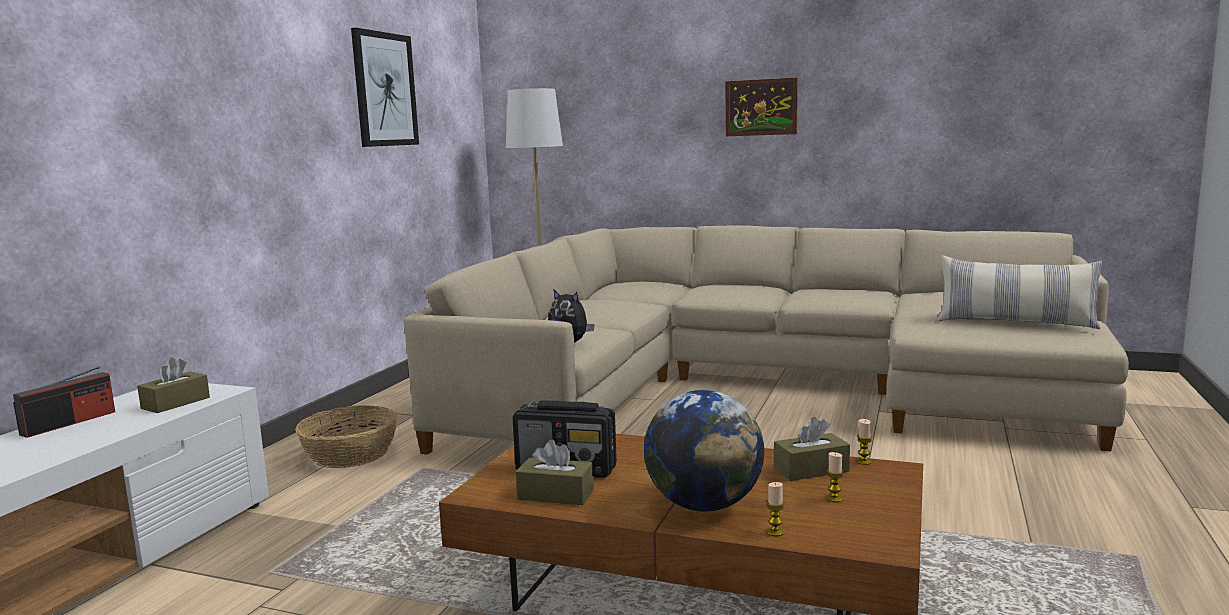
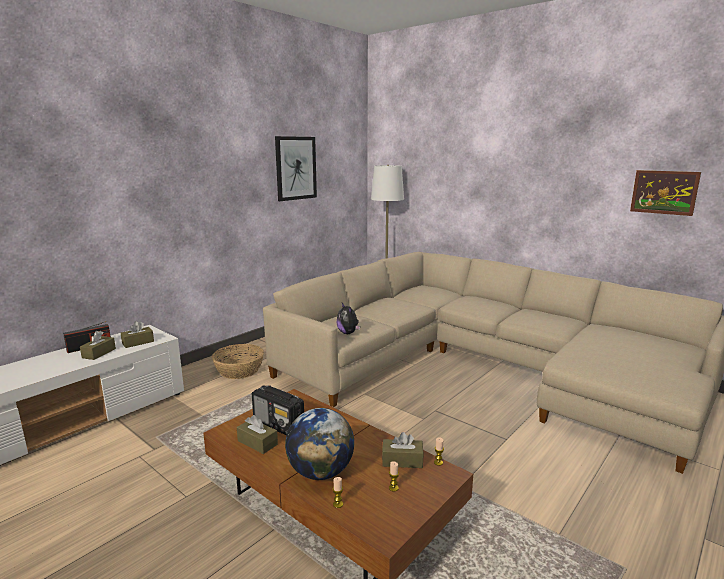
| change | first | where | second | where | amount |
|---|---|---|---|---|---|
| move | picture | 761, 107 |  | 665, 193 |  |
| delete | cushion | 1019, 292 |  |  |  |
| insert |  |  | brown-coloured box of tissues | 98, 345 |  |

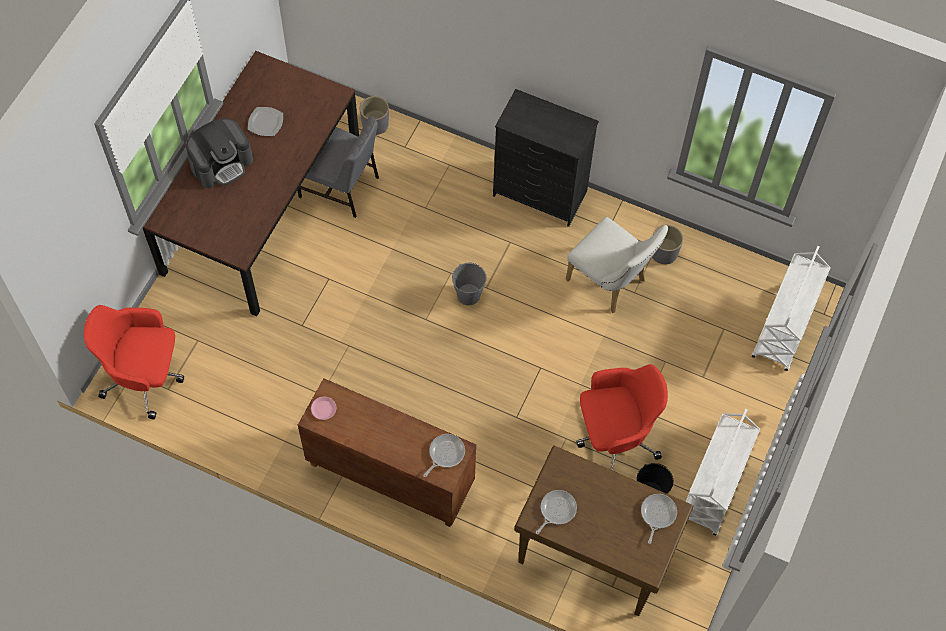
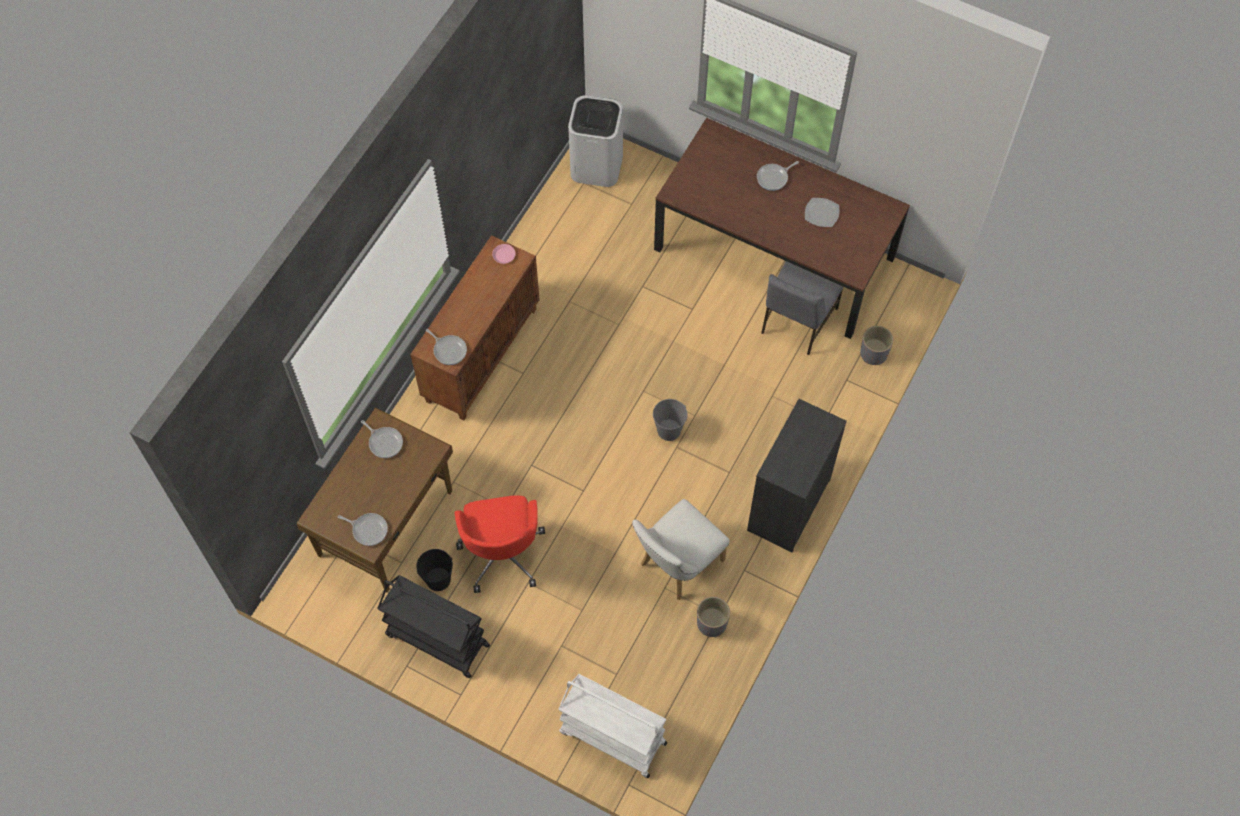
| change | first | where | second | where | amount |
|---|---|---|---|---|---|
| replace | red office chair | 134, 362 | whitish trash can | 595, 141 |  |
| replace | coffee brewer | 219, 153 | pan | 778, 176 |  |
| recolor | whitish trolley | 723, 472 | black-coloured trolley | 433, 626 |  |

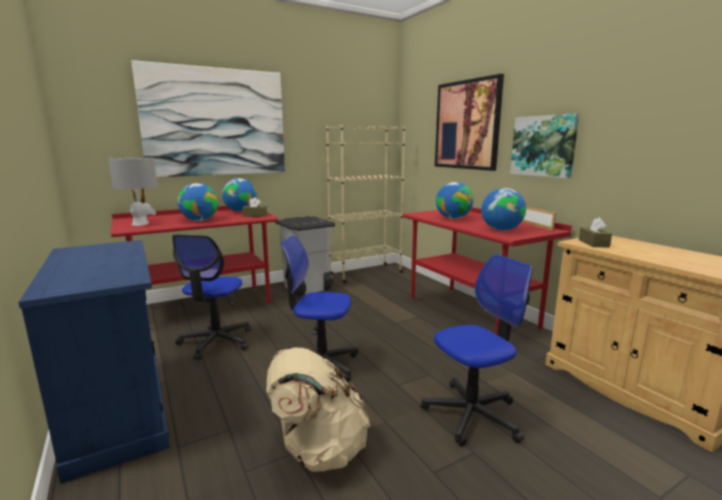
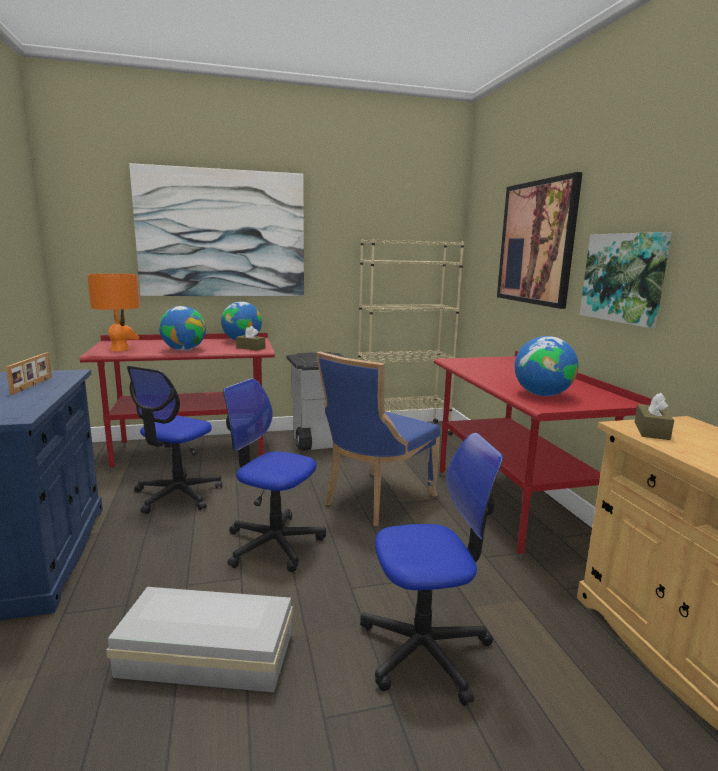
| change | first | where | second | where | amount |
|---|---|---|---|---|---|
| recolor | grey tabletop lamp | 133, 192 | orangey tabletop lamp | 113, 312 |  |
| replace | beige-coloured backpack | 318, 409 | whitish storage bin | 199, 639 |  |
| delete | world globe | 454, 200 |  |  |  |
| move | standing frame | 539, 219 |  | 29, 374 |  |
| insert |  |  | blue-coloured upright chair | 378, 438 |  |

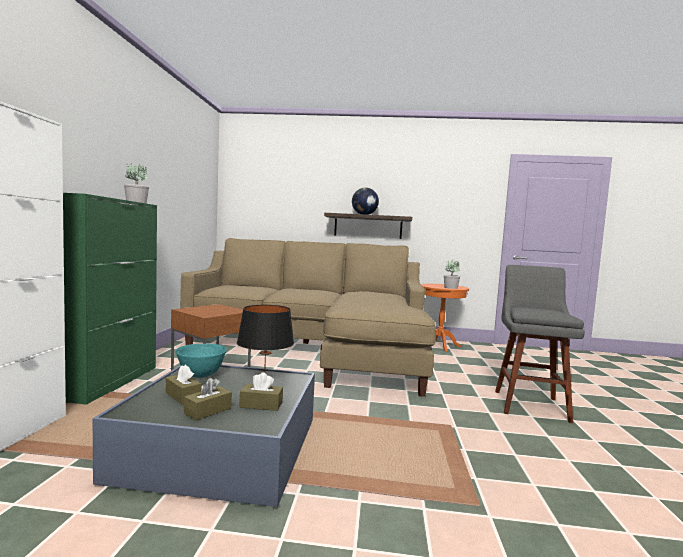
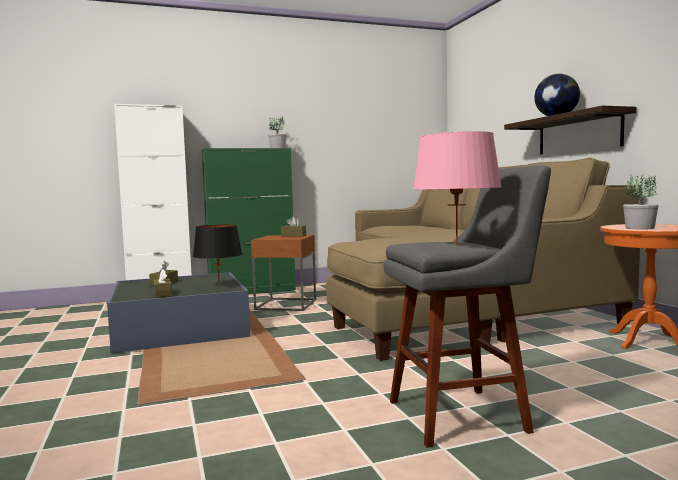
| change | first | where | second | where | amount |
|---|---|---|---|---|---|
| delete | blue-green bowl | 201, 361 |  |  |  |
| move | brown-coloured box of tissues | 208, 399 |  | 293, 226 |  |
| insert |  |  | pink-coloured tabletop lamp | 457, 188 |  |

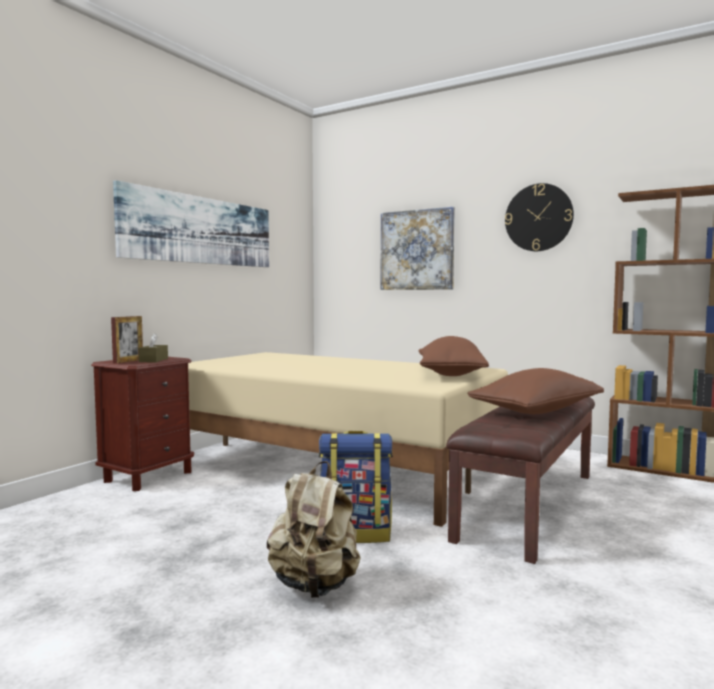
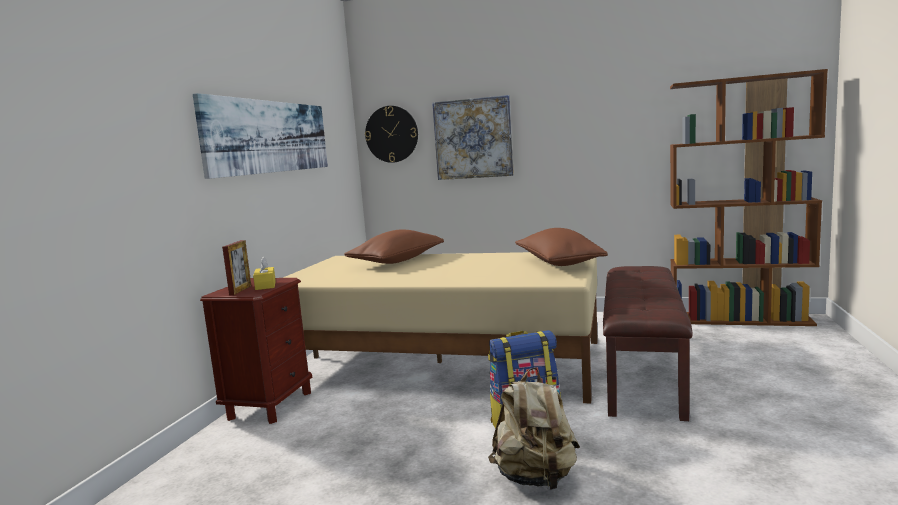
| change | first | where | second | where | amount |
|---|---|---|---|---|---|
| recolor | brown-coloured box of tissues | 153, 347 | yellow box of tissues | 264, 273 |  |
| move | brown-coloured cushion | 535, 391 |  | 394, 247 |  |
| move | hanging clock | 539, 217 |  | 391, 134 |  |

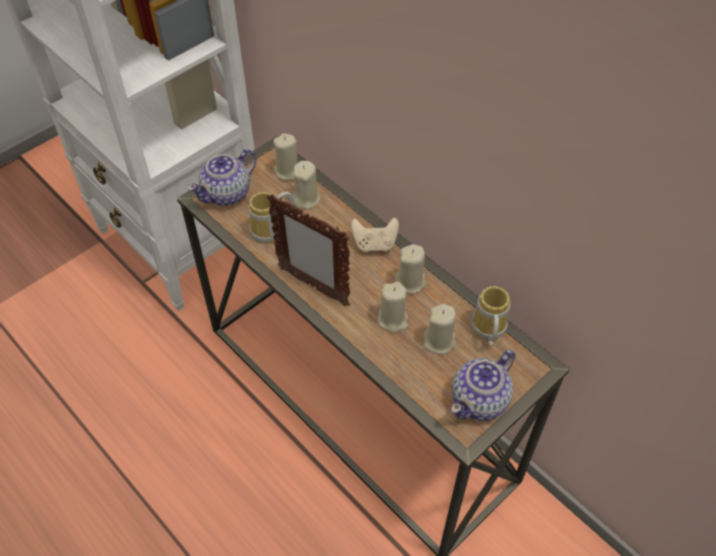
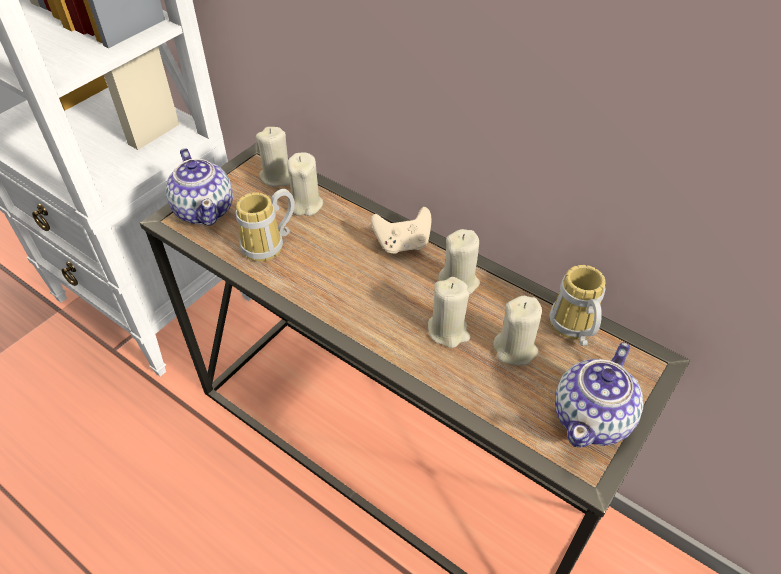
| change | first | where | second | where | amount |
|---|---|---|---|---|---|
| rotate | teapot | 222, 177 |  | 199, 187 | 60 degrees counterclockwise |
| delete | standing frame | 308, 250 |  |  |  |

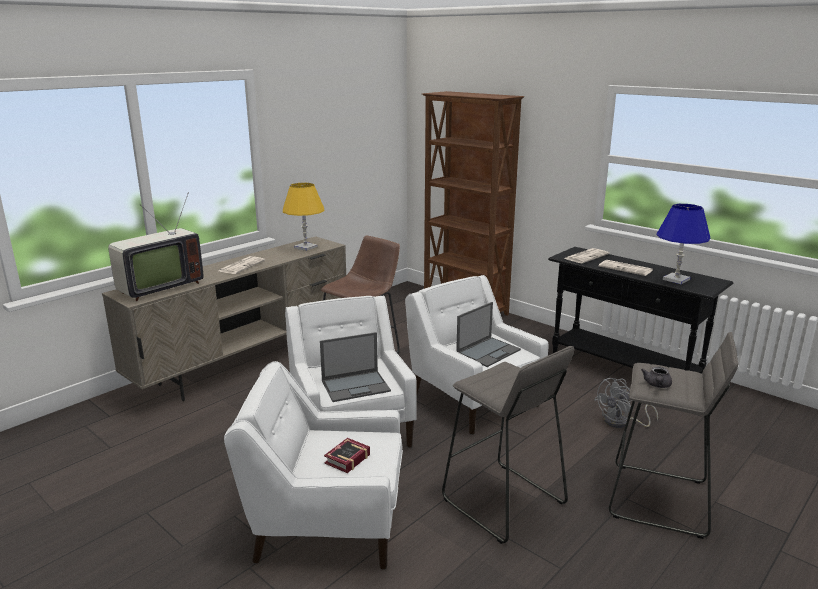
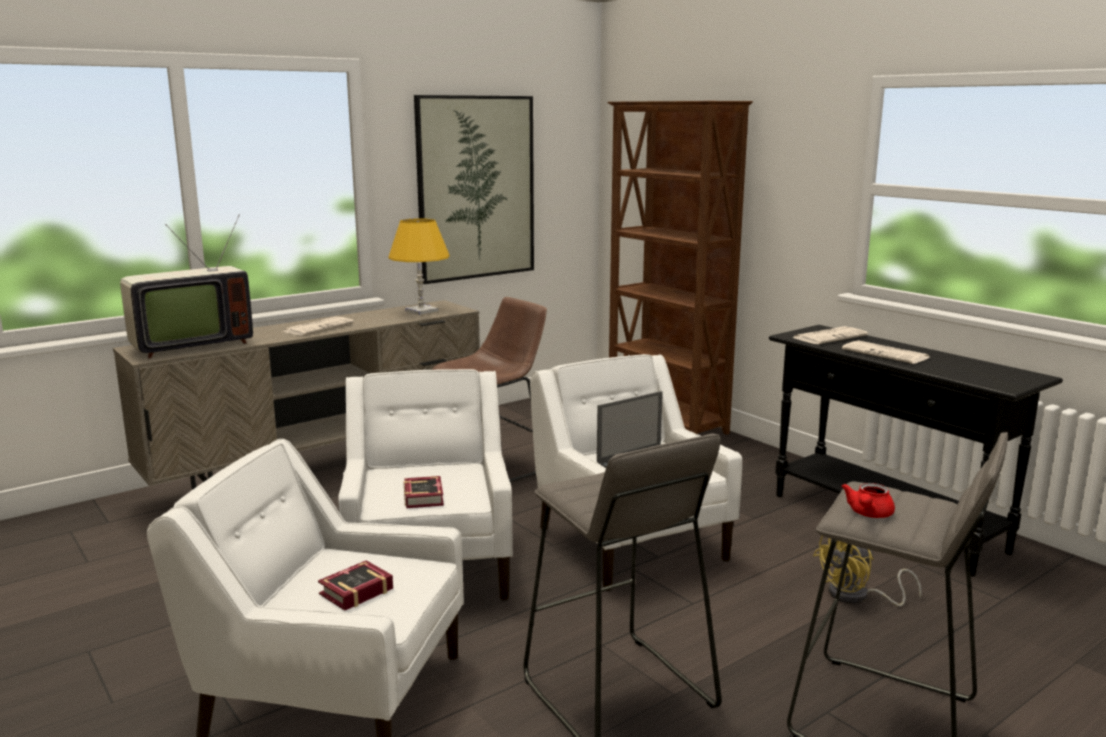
| change | first | where | second | where | amount |
|---|---|---|---|---|---|
| replace | portable computer | 355, 367 | book | 424, 492 |  |
| recolor | grey fan | 626, 403 | yellow fan | 867, 571 |  |
| recolor | grey teapot | 656, 377 | red teapot | 868, 500 |  |
| delete | blue-coloured tabletop lamp | 683, 244 |  |  |  |
| insert |  |  | picture | 474, 189 |  |

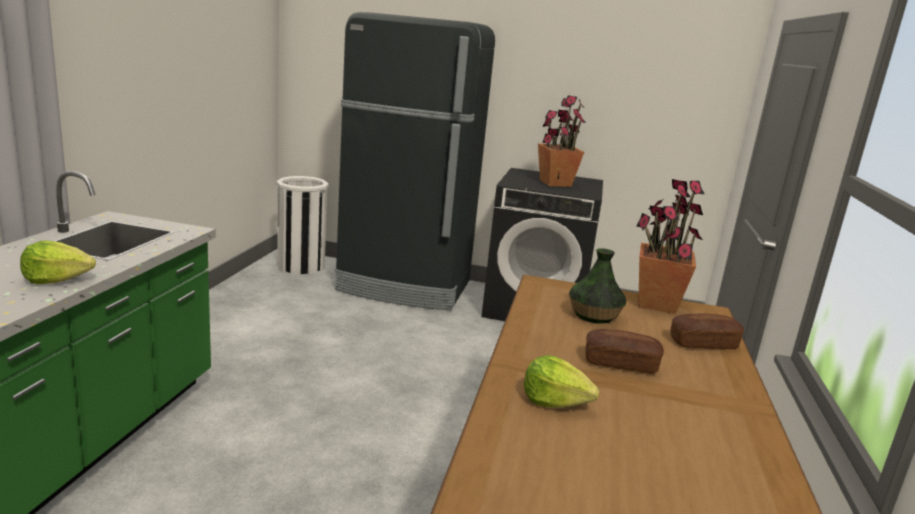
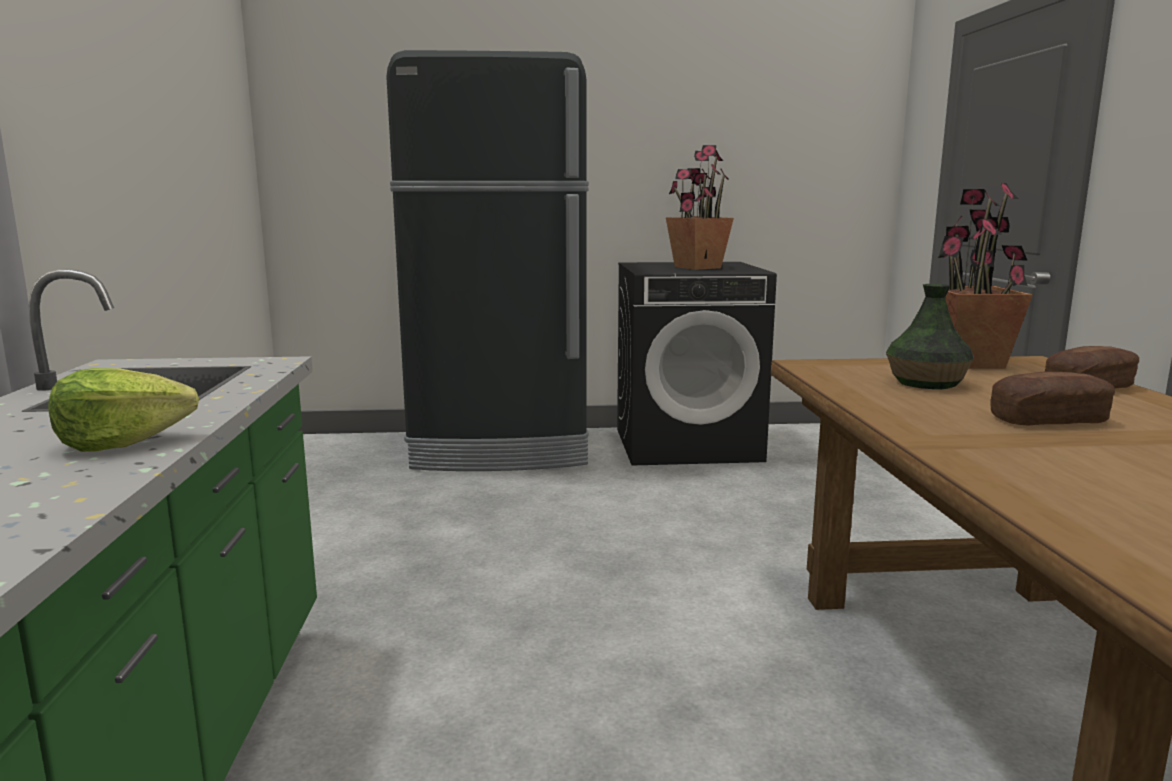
| change | first | where | second | where | amount |
|---|---|---|---|---|---|
| delete | whitish trash can | 302, 225 |  |  |  |
| delete | head of lettuce | 561, 381 |  |  |  |

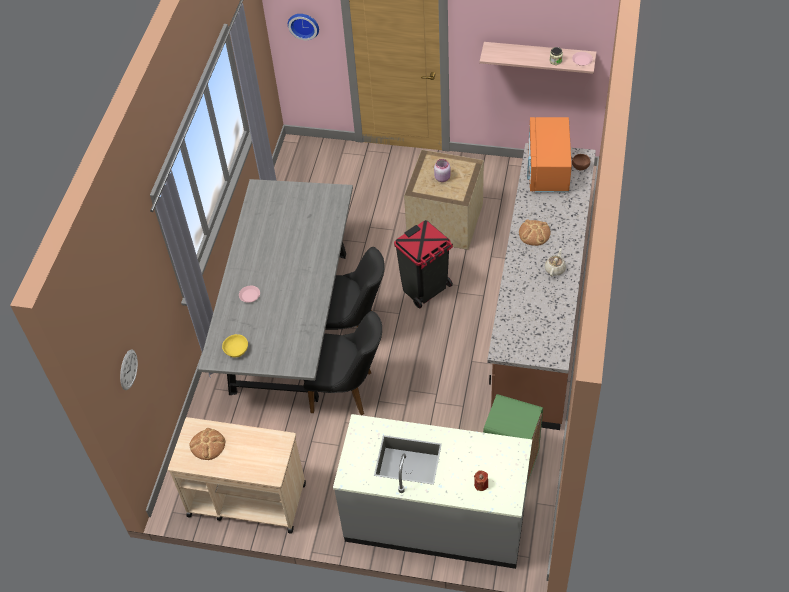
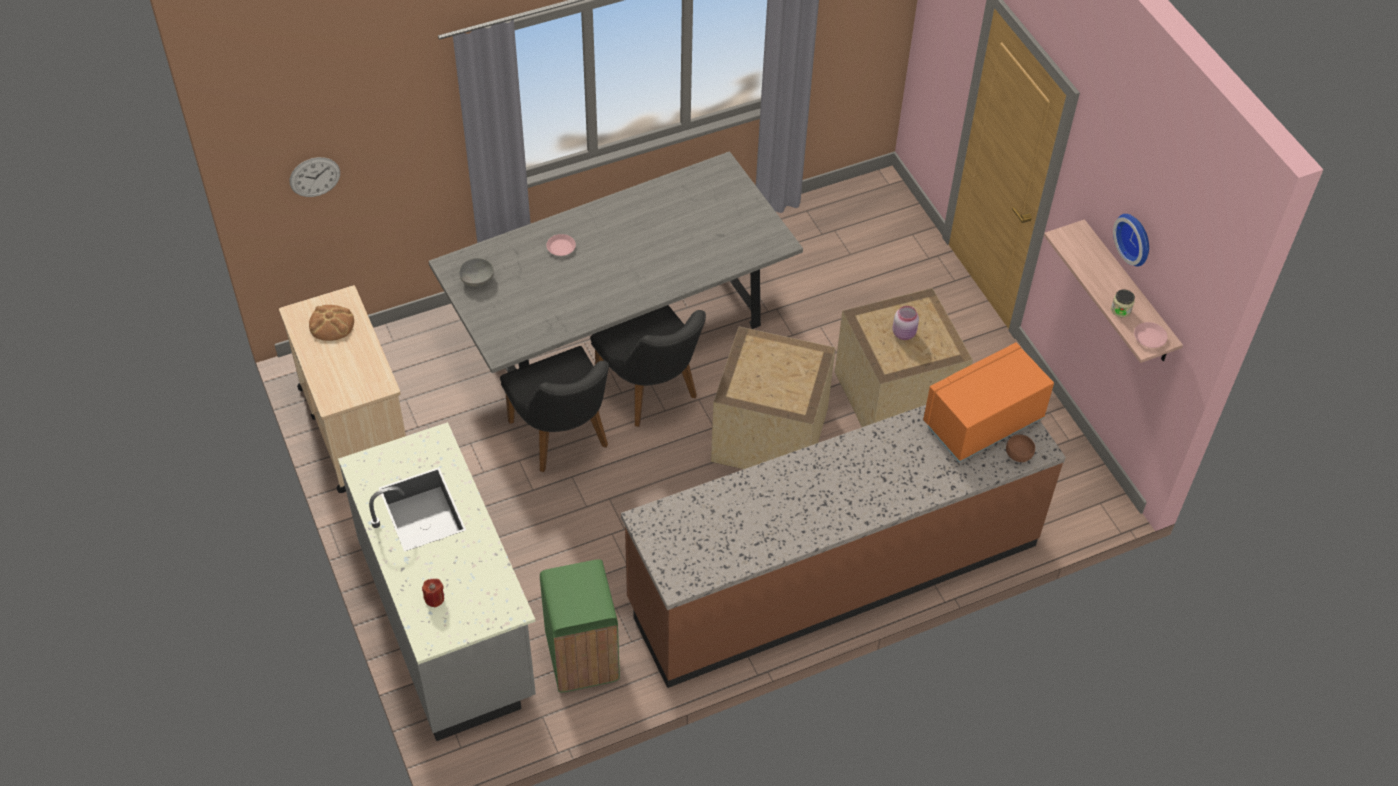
| change | first | where | second | where | amount |
|---|---|---|---|---|---|
| recolor | yellow bowl | 235, 346 | grey bowl | 476, 272 |  |
| move | hanging clock | 303, 27 |  | 1131, 240 |  |
| replace | black-coloured trash can | 423, 264 | packing crate | 773, 398 |  |
| delete | baked bread | 535, 232 |  |  |  |
| delete | beige-coloured teapot | 555, 262 |  |  |  |

